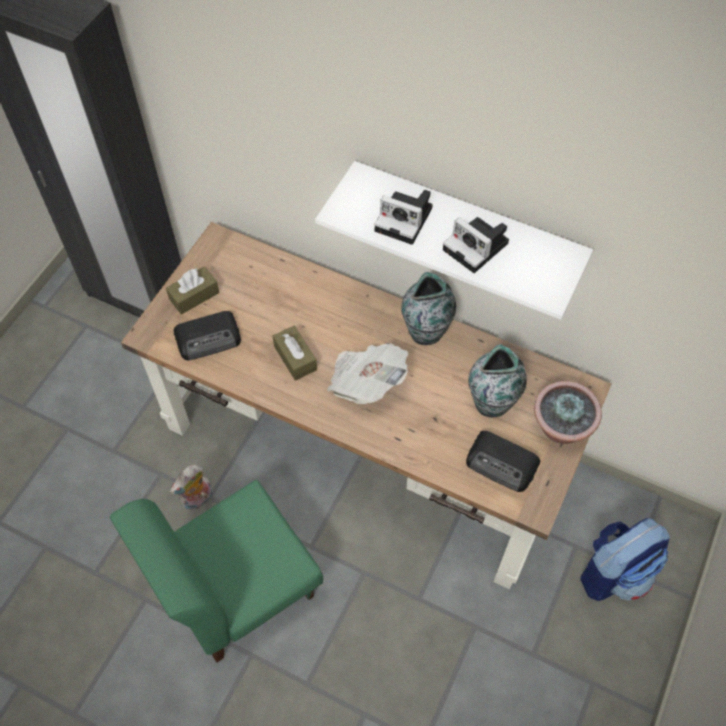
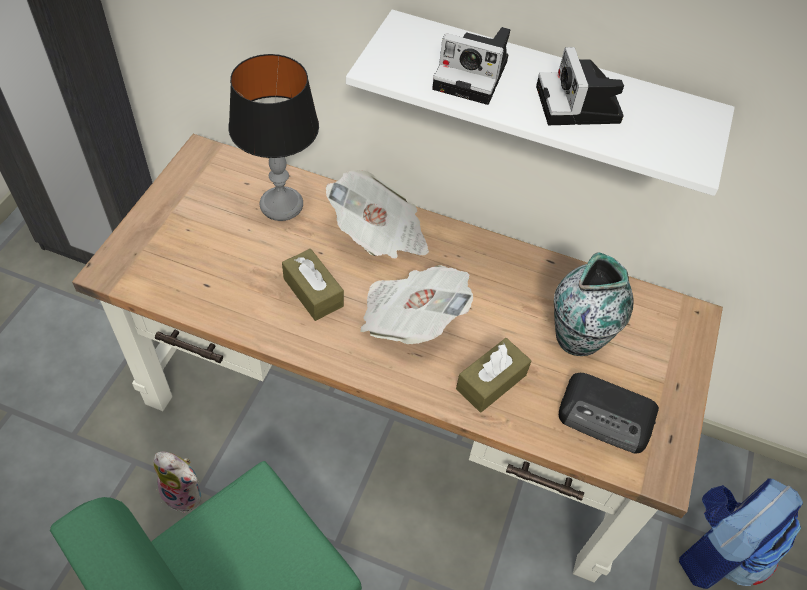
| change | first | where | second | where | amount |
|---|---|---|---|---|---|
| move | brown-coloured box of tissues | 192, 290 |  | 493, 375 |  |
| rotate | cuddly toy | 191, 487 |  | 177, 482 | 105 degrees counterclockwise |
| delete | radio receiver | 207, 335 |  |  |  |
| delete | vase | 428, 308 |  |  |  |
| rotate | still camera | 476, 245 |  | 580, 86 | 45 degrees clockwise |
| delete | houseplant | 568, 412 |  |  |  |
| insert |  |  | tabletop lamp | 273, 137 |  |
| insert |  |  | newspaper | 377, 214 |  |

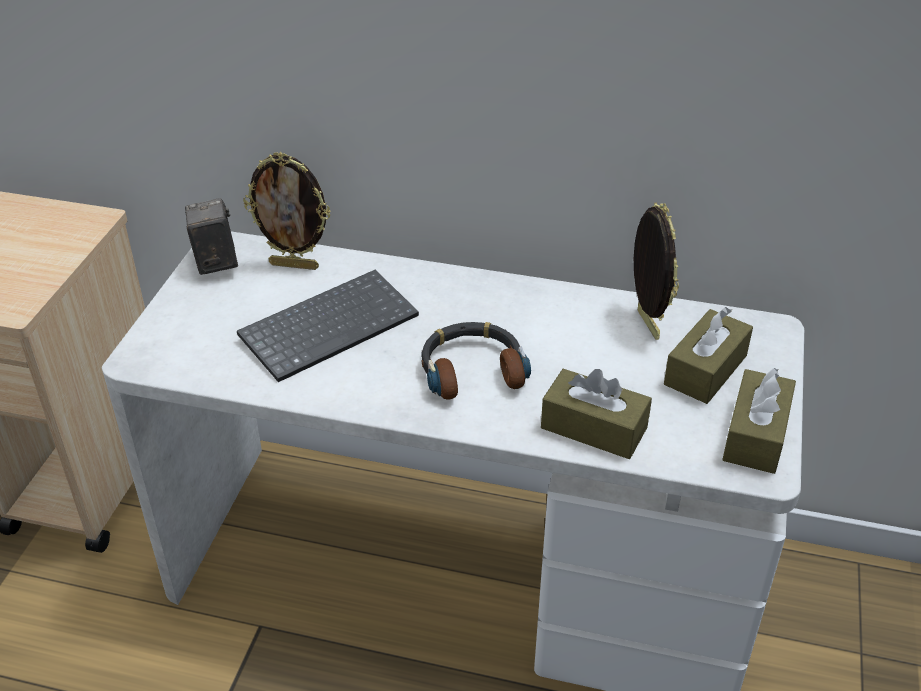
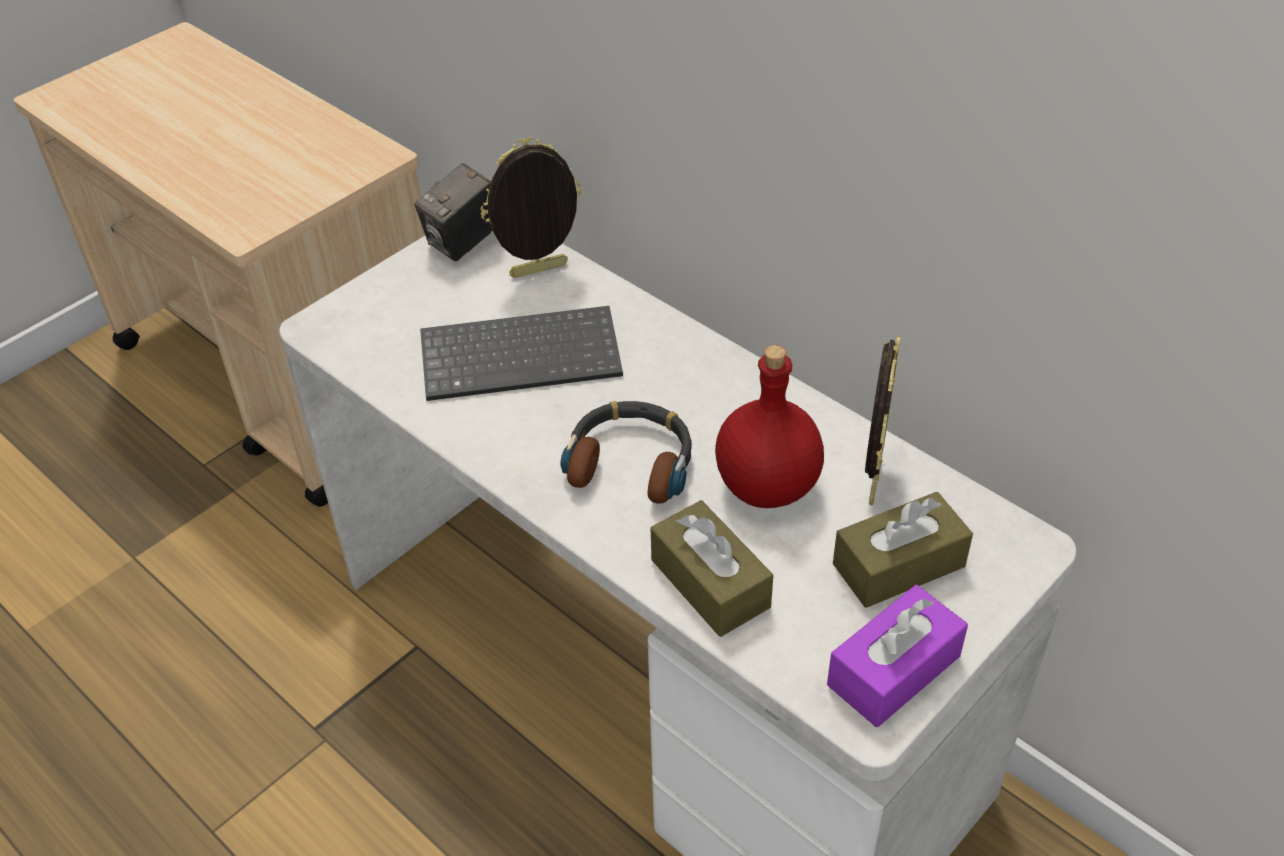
| change | first | where | second | where | amount |
|---|---|---|---|---|---|
| rotate | still camera | 211, 236 |  | 453, 212 | 150 degrees counterclockwise |
| rotate | standing frame | 287, 211 |  | 531, 207 | 120 degrees clockwise |
| recolor | brown-coloured box of tissues | 759, 421 | purple box of tissues | 897, 656 |  |
| insert |  |  | red beverage bottle | 769, 426 |  |

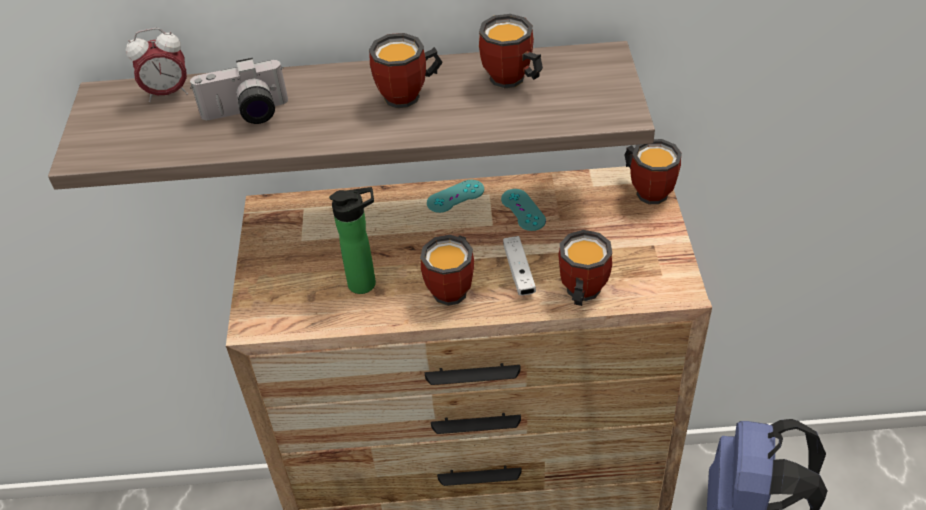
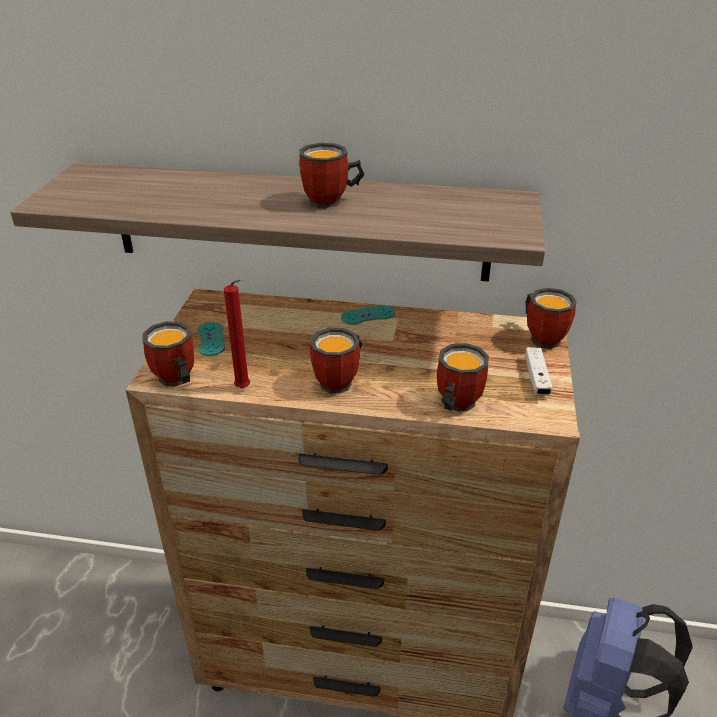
| change | first | where | second | where | amount |
|---|---|---|---|---|---|
| delete | bedside clock | 156, 65 |  |  |  |
| delete | still camera | 239, 91 |  |  |  |
| delete | beverage bottle | 352, 240 |  |  |  |
| move | coffee mug | 511, 51 |  | 168, 354 |  |
| move | blue-green joypad | 523, 210 |  | 211, 339 |  |
| move | whitish joypad | 519, 266 |  | 539, 371 |  |
| insert |  |  | red wax light | 237, 334 |  |

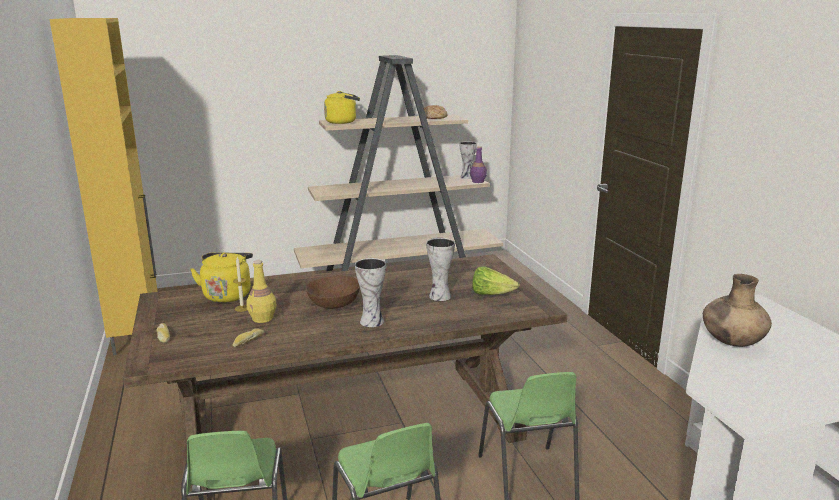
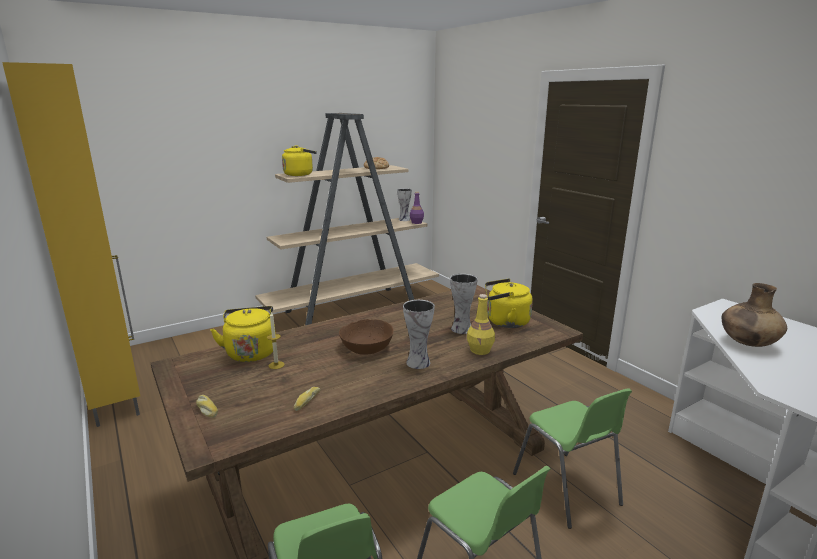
| change | first | where | second | where | amount |
|---|---|---|---|---|---|
| move | yellow beverage bottle | 261, 291 |  | 481, 324 |  |
| replace | head of lettuce | 496, 280 | yellow kettle | 509, 303 |  |

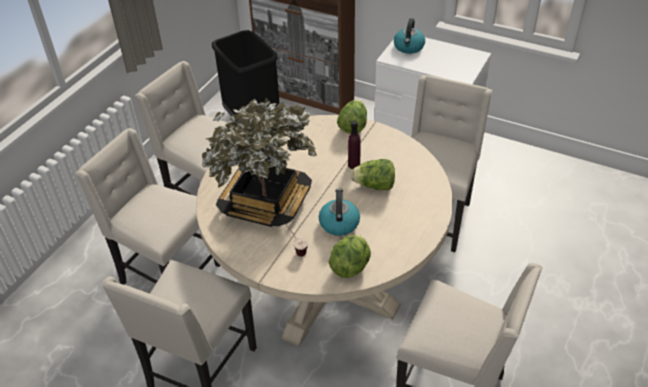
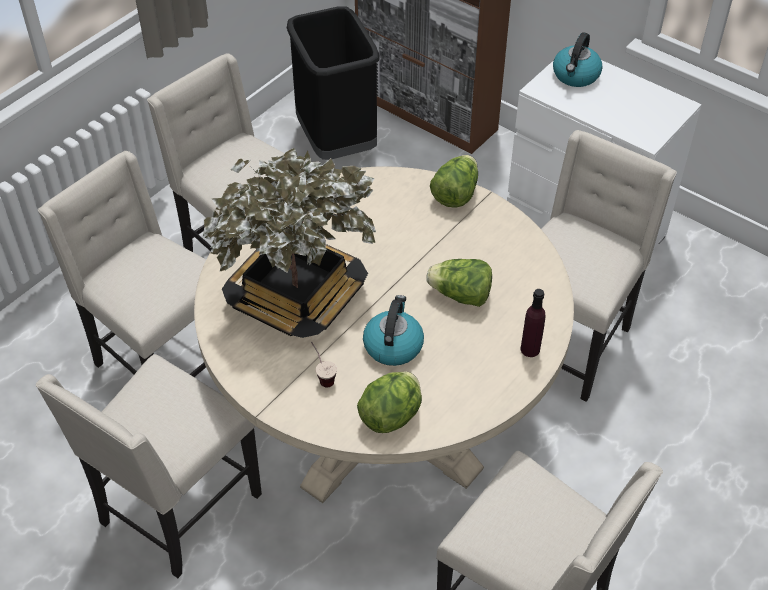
| change | first | where | second | where | amount |
|---|---|---|---|---|---|
| move | purple beverage bottle | 354, 145 |  | 533, 323 |  |

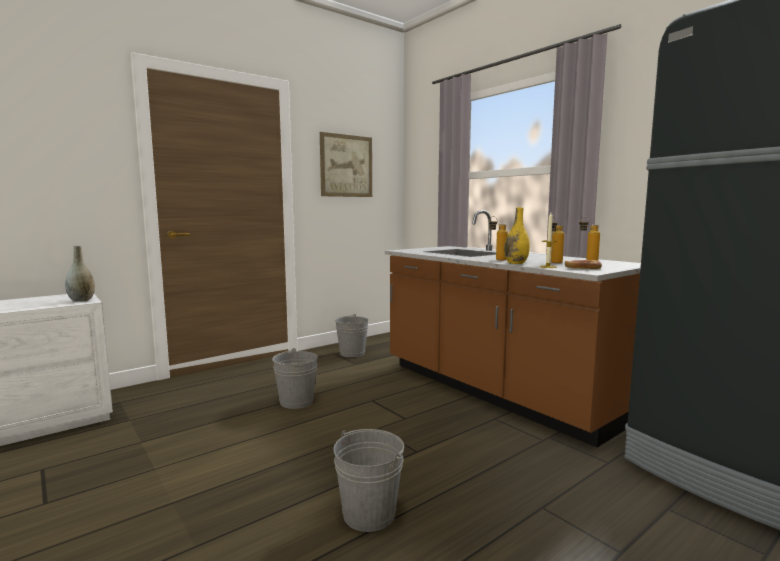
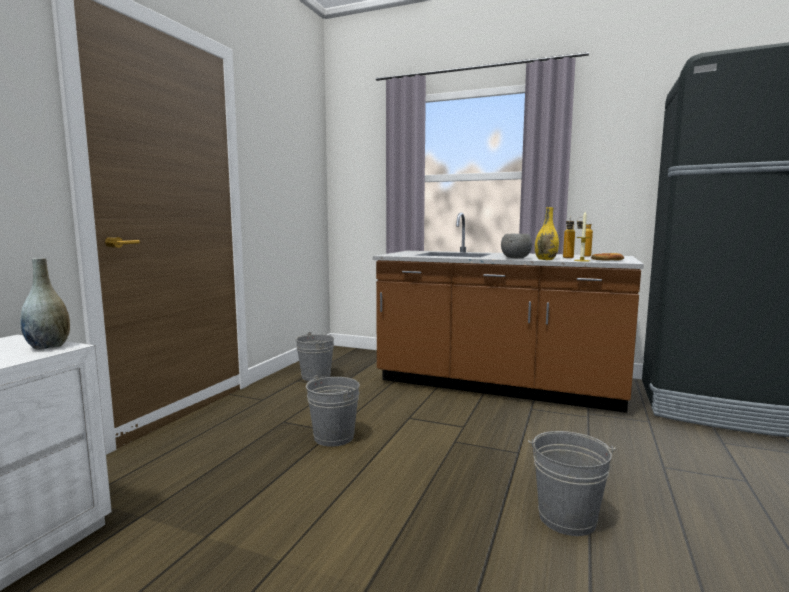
| change | first | where | second | where | amount |
|---|---|---|---|---|---|
| delete | picture | 346, 164 |  |  |  |
| replace | beverage bottle | 498, 238 | grey bowl | 516, 245 |  |

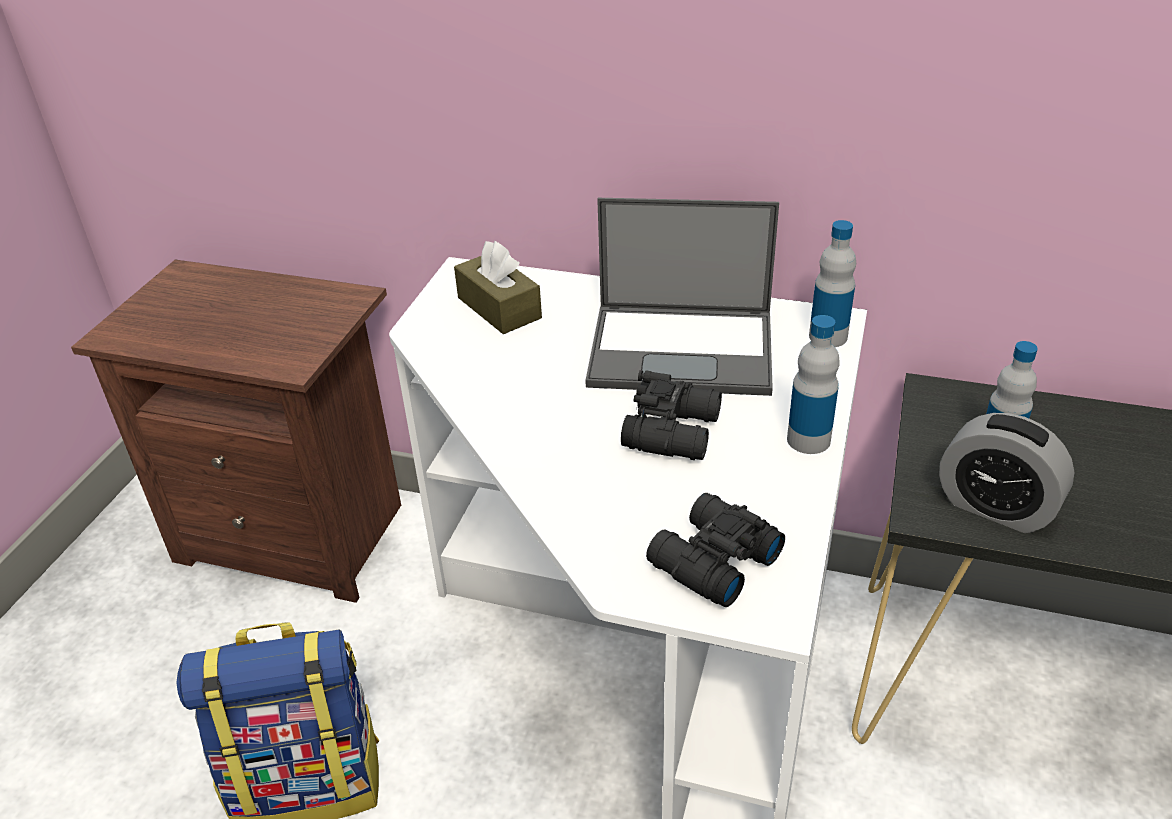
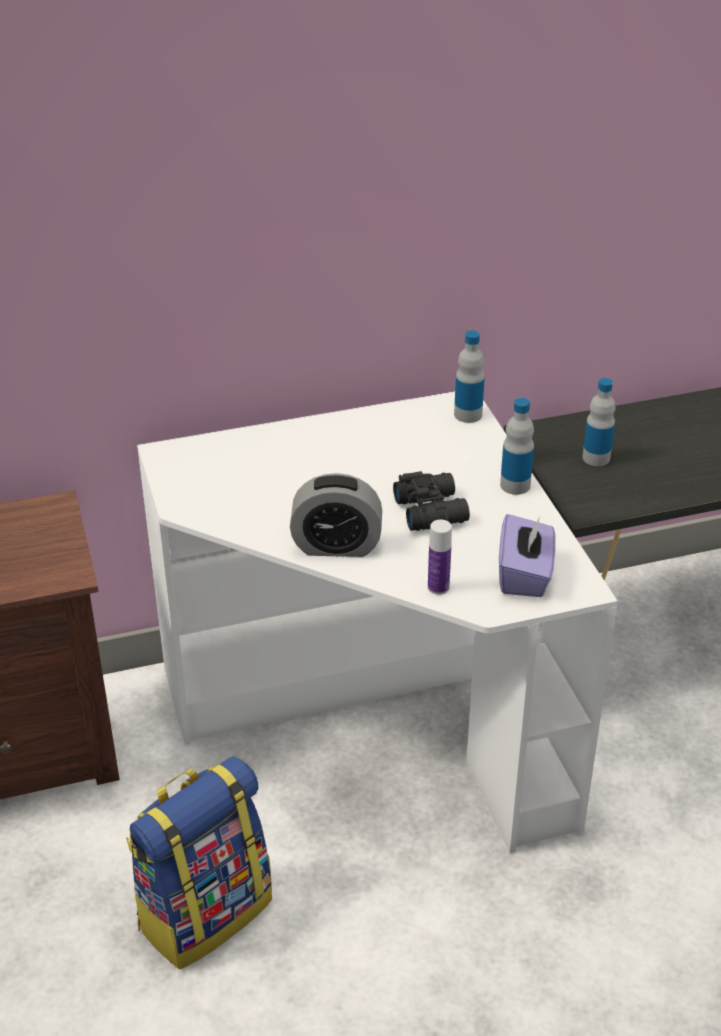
| change | first | where | second | where | amount |
|---|---|---|---|---|---|
| delete | brown-coloured box of tissues | 498, 287 |  |  |  |
| delete | portable computer | 682, 297 |  |  |  |
| replace | black-coloured pair of binoculars | 715, 550 | purple box of tissues | 527, 555 |  |
| move | bedside clock | 1007, 473 |  | 336, 515 |  |
| insert |  |  | beverage bottle | 440, 557 |  |

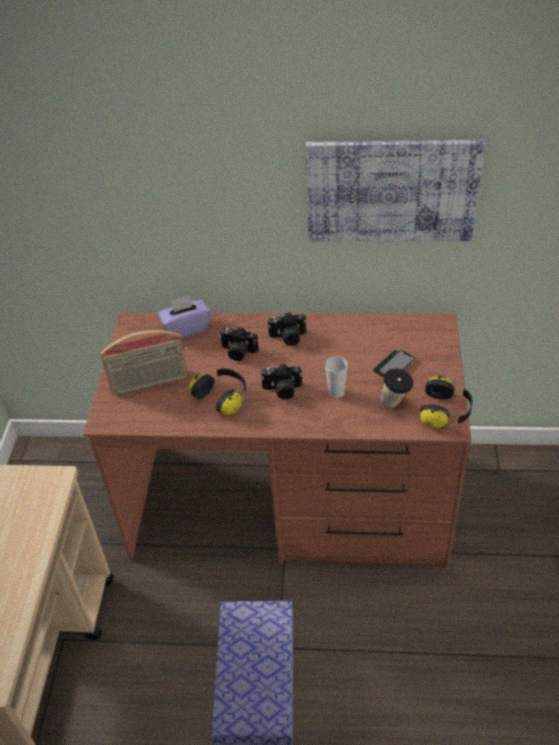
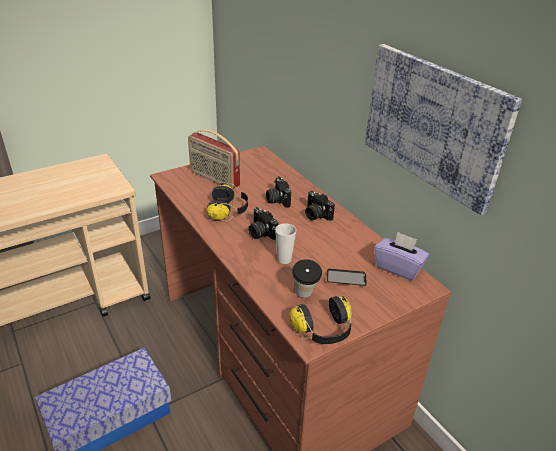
| change | first | where | second | where | amount |
|---|---|---|---|---|---|
| move | purple box of tissues | 184, 316 |  | 402, 256 |  |

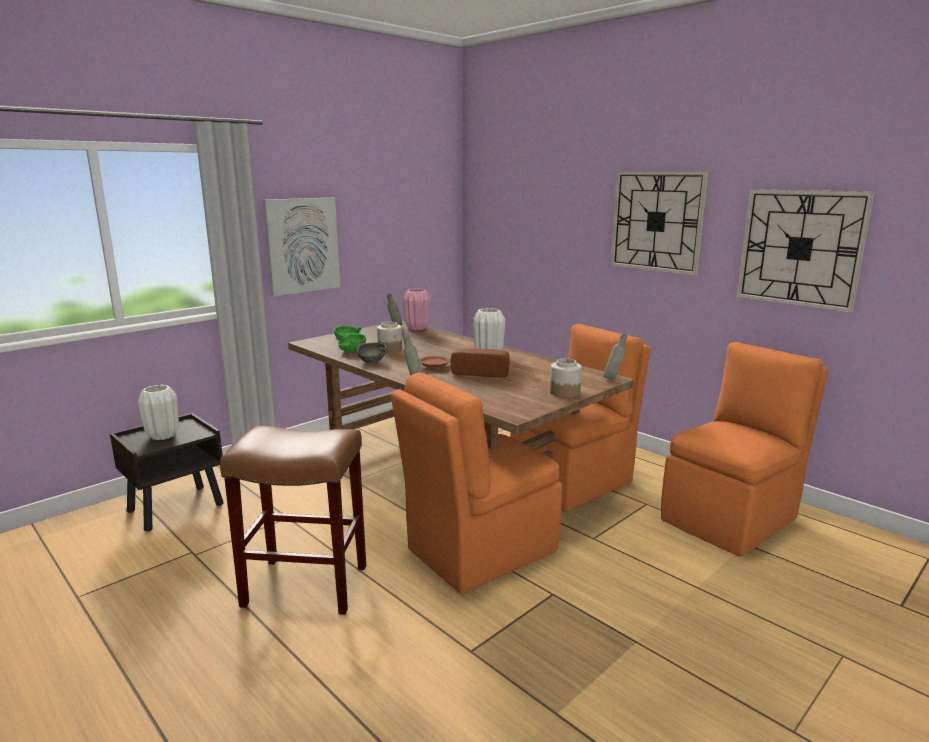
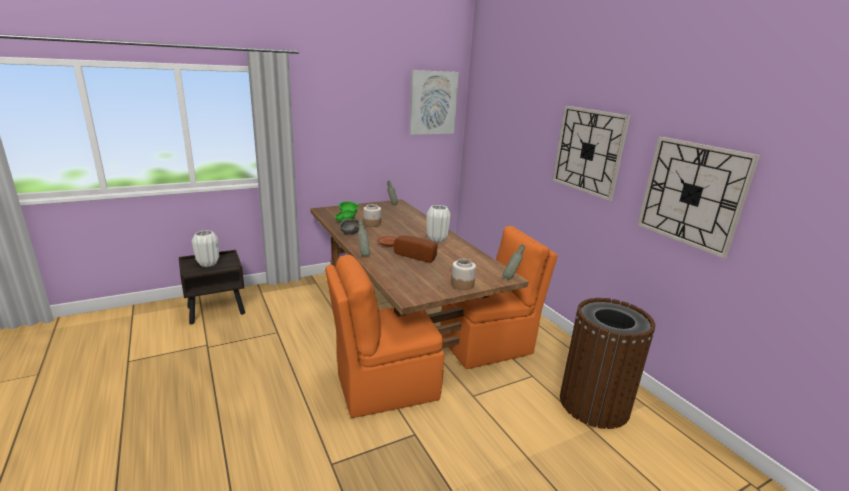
| change | first | where | second | where | amount |
|---|---|---|---|---|---|
| delete | brown-coloured stool seat | 293, 520 |  |  |  |
| move | picture | 301, 247 |  | 434, 102 |  |
| delete | pink-coloured vase | 417, 309 |  |  |  |
| replace | orangey upright chair | 744, 449 | brown-coloured trash can | 607, 363 |  |

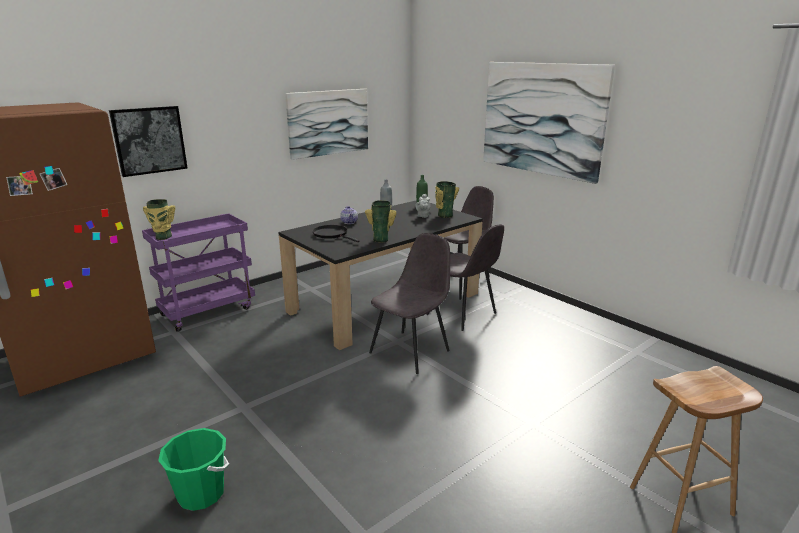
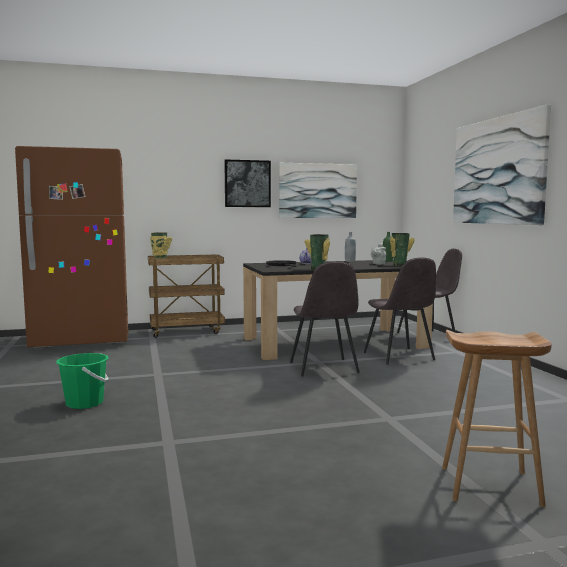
| change | first | where | second | where | amount |
|---|---|---|---|---|---|
| move | picture | 148, 141 |  | 247, 183 |  |
| recolor | purple trolley | 198, 272 | brown-coloured trolley | 186, 296 |  |
| rotate | grey upright chair | 409, 303 |  | 325, 318 | 105 degrees clockwise |

